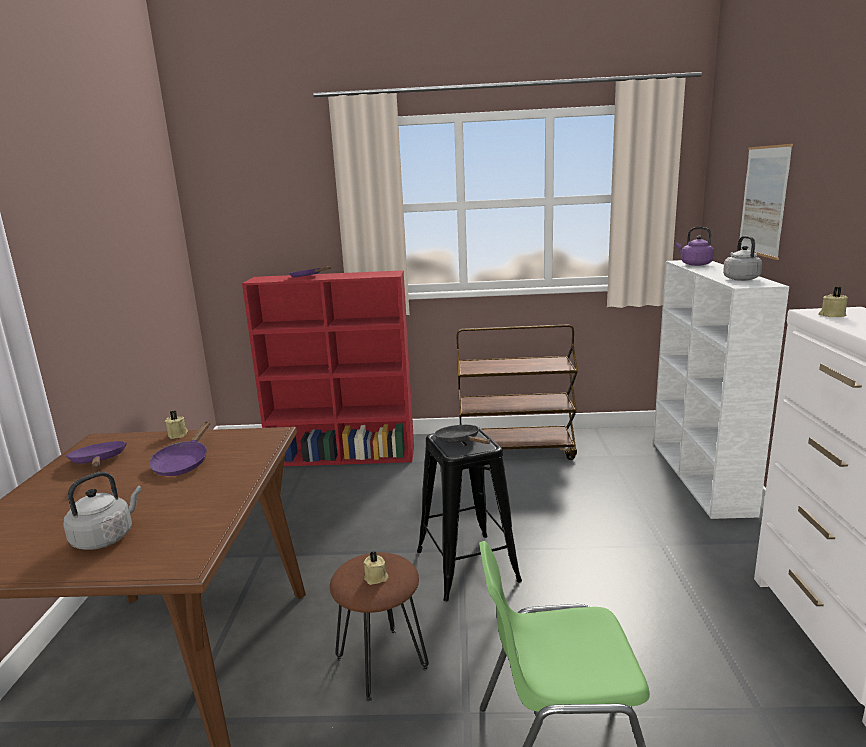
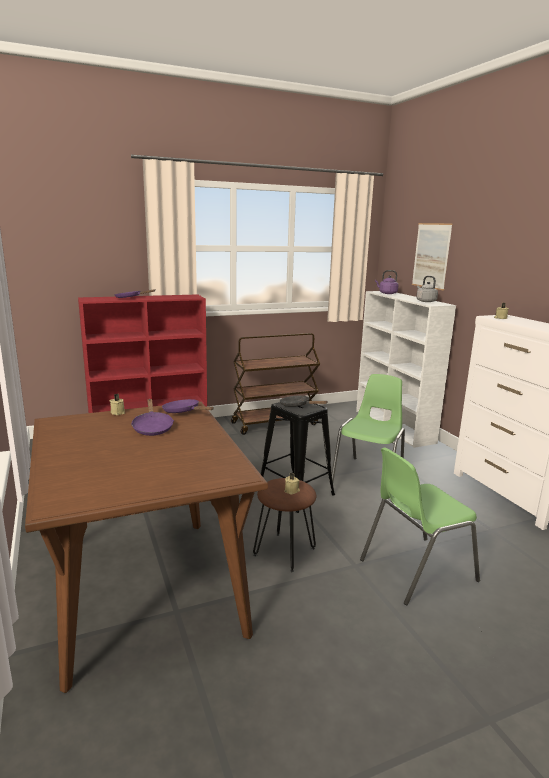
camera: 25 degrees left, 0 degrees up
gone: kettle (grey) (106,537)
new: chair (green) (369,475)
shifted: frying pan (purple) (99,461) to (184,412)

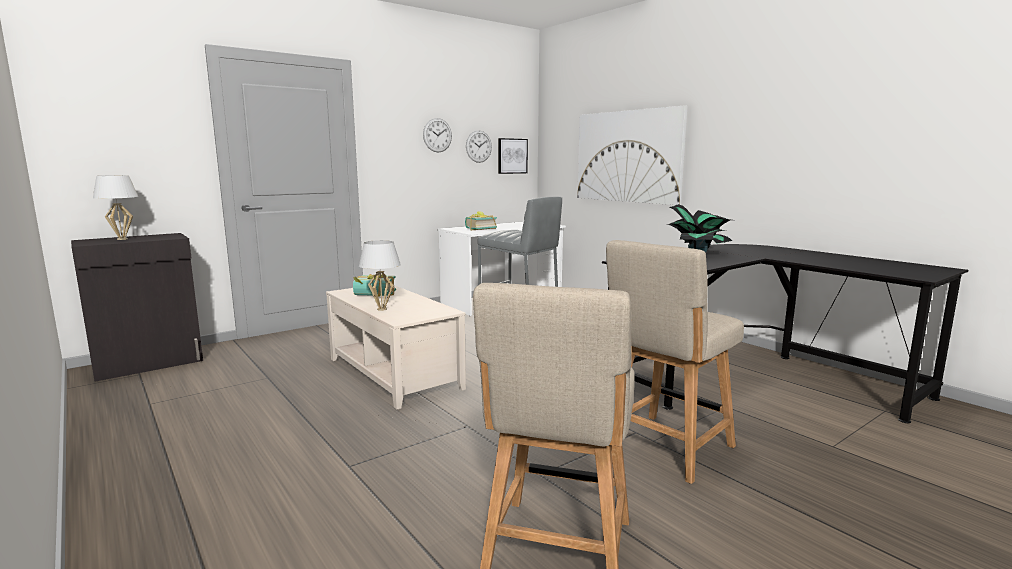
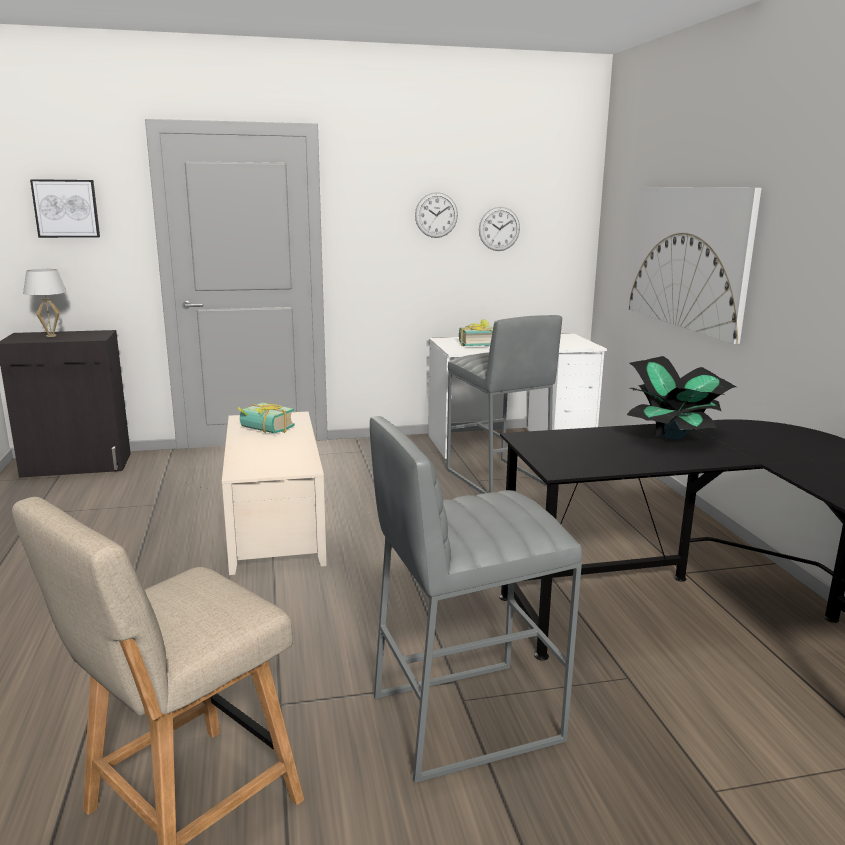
camera: 25 degrees right, 5 degrees up
gone: table lamp (white) (382,309)
shifted: picture (512,156) to (66,208)
swapped: chair (beige) (665,448) to stool (grey) (464,717)

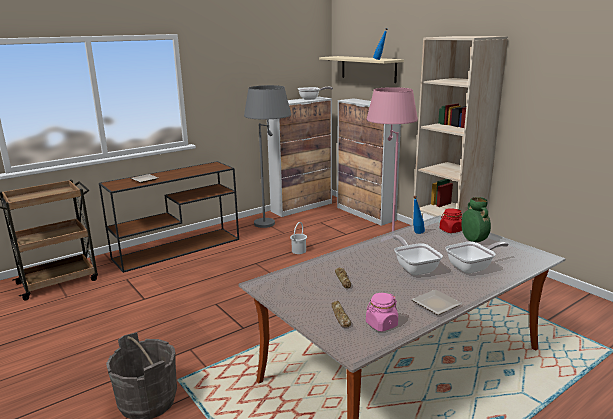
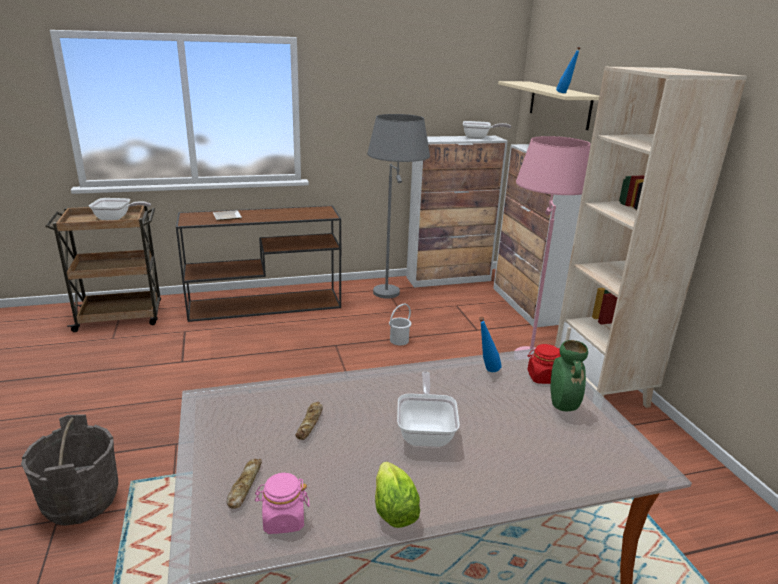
camera: 20 degrees right, 5 degrees up
shifted: frying pan (472,267) to (116,218)
swapped: plate (436,305) to lettuce (393,510)

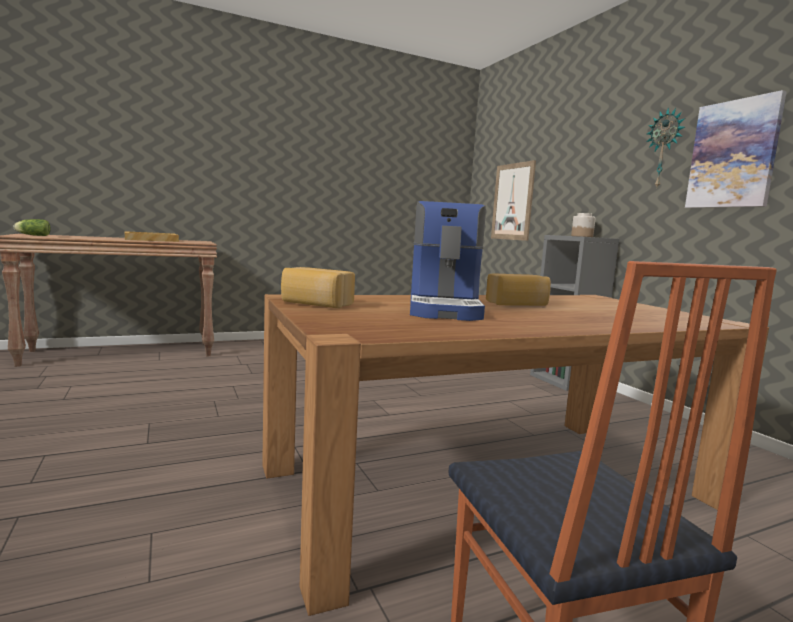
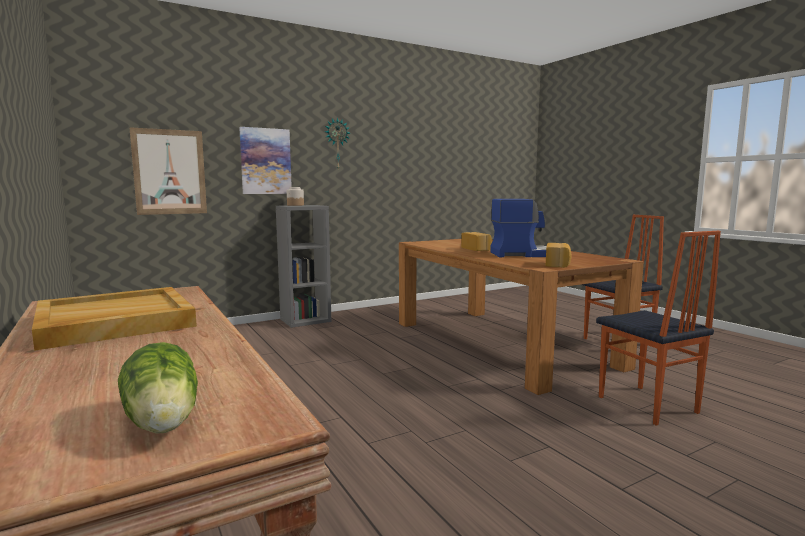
camera: 95 degrees left, 0 degrees up
new: chair (647,405)
shifted: picture (733,154) to (265,161)

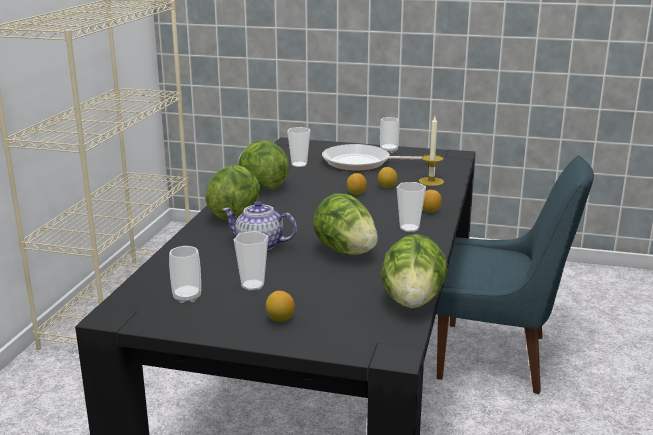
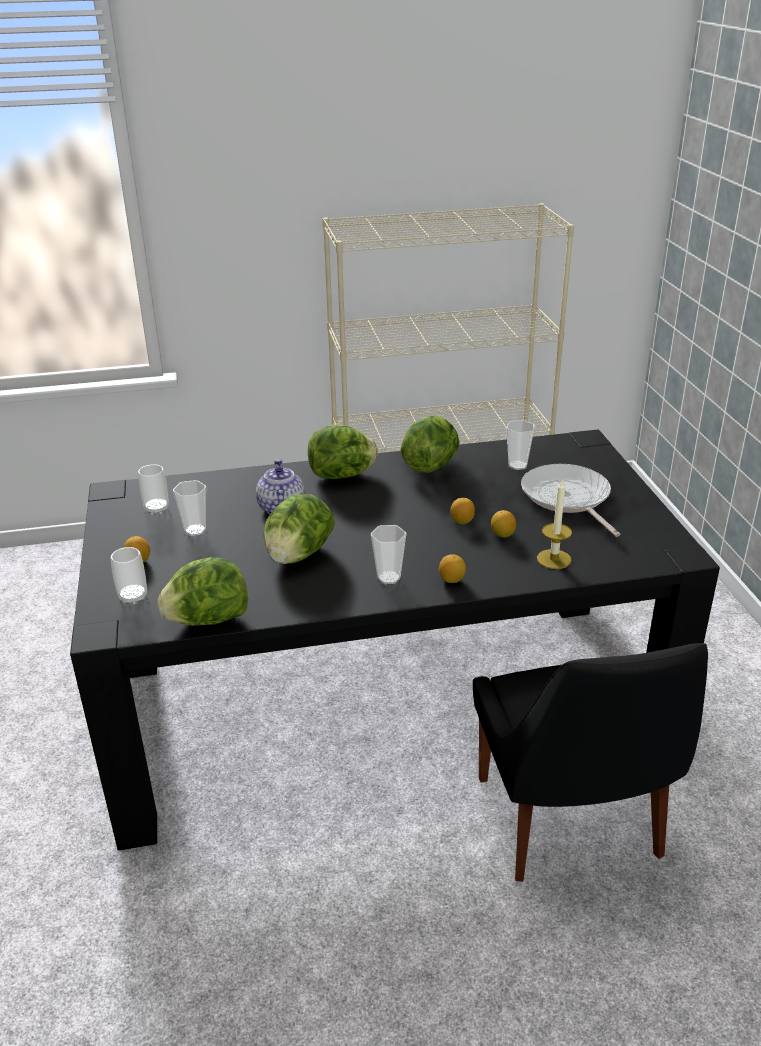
camera: 65 degrees right, 10 degrees up
shifted: cup (388,150) to (133,597)
repainted: chair (blue) (497,358) to chair (black) (570,822)

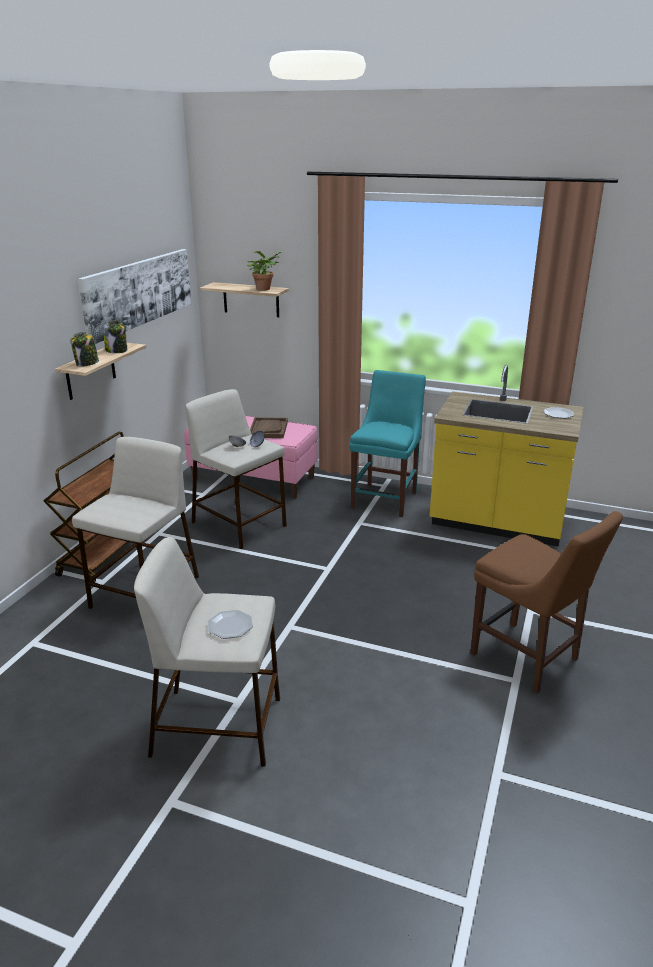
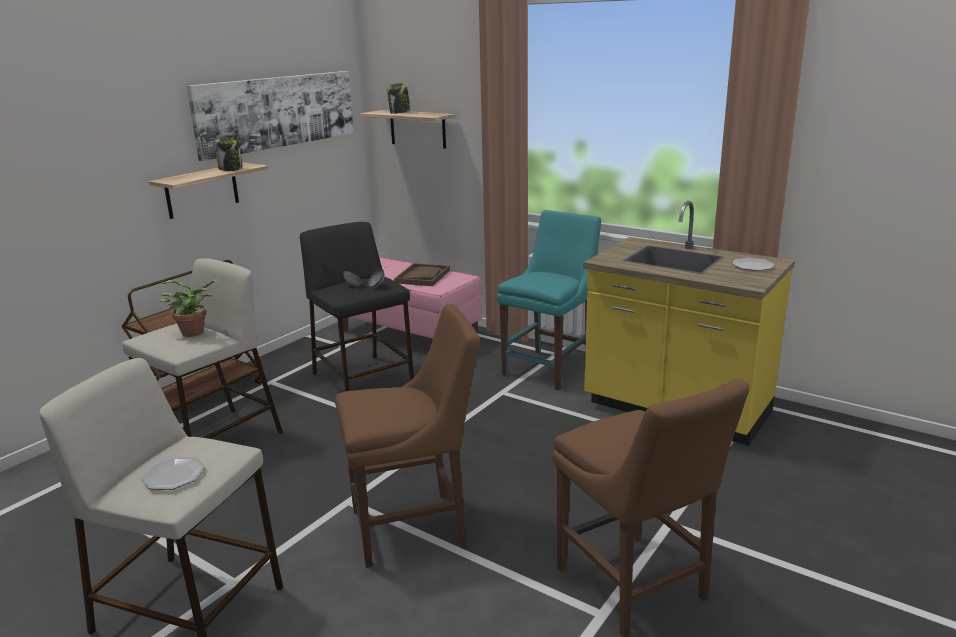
camera: 15 degrees right, 5 degrees down
new: chair (brown) (415,527)
shifted: potted plant (264,289) to (196,332); jar (87,364) to (399,113)
repainted: stool (beige) (240,524) to stool (black) (363,381)

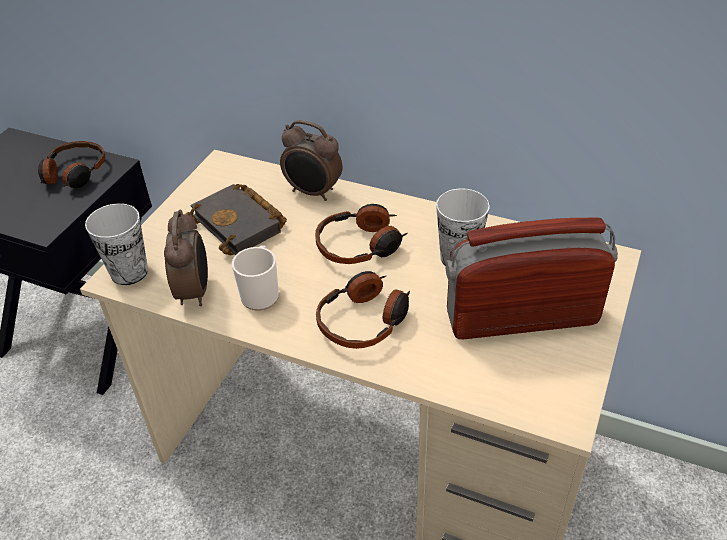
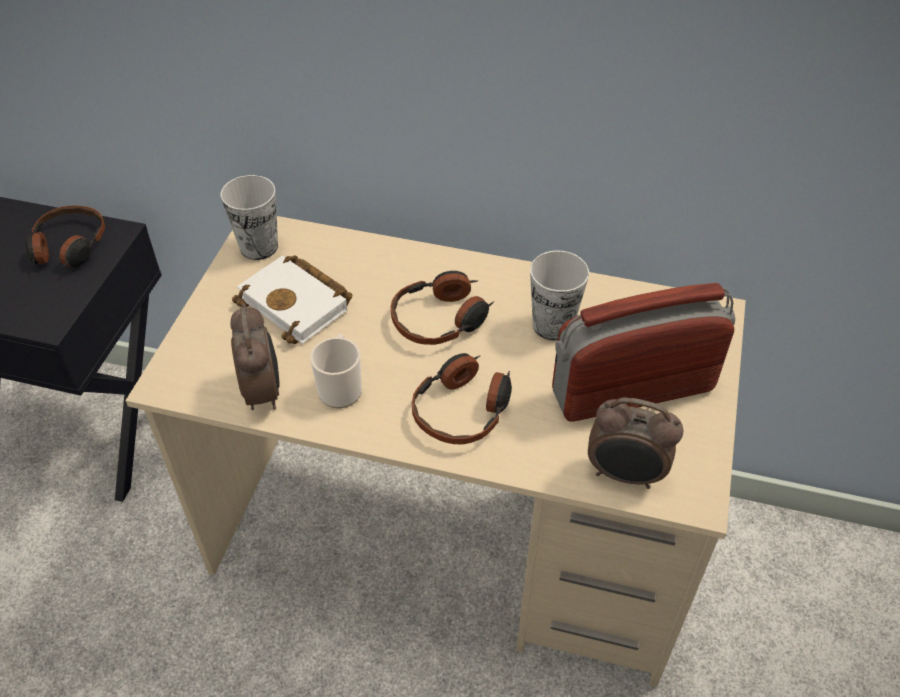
camera: 10 degrees left, 5 degrees up
shifted: alarm clock (313,193) to (625,475); cup (129,272) to (259,247)
repainted: book (black) (241,224) to book (white) (299,304)

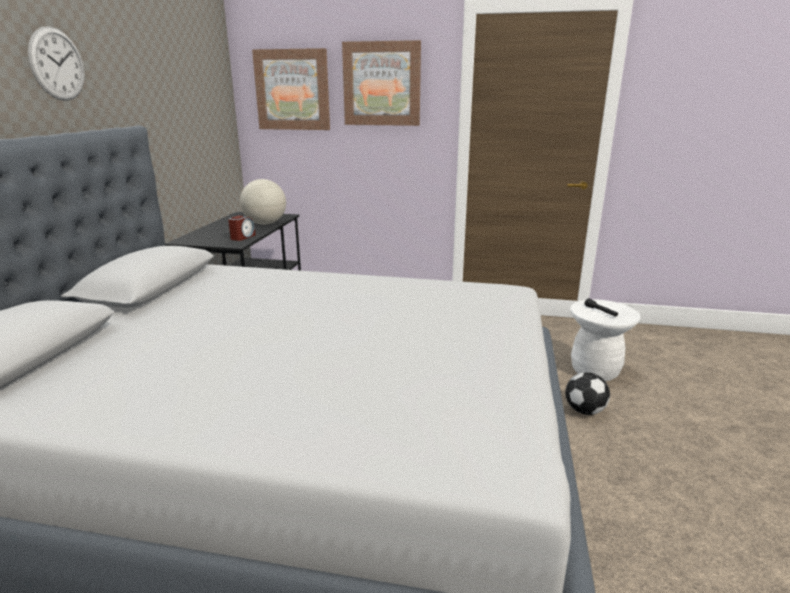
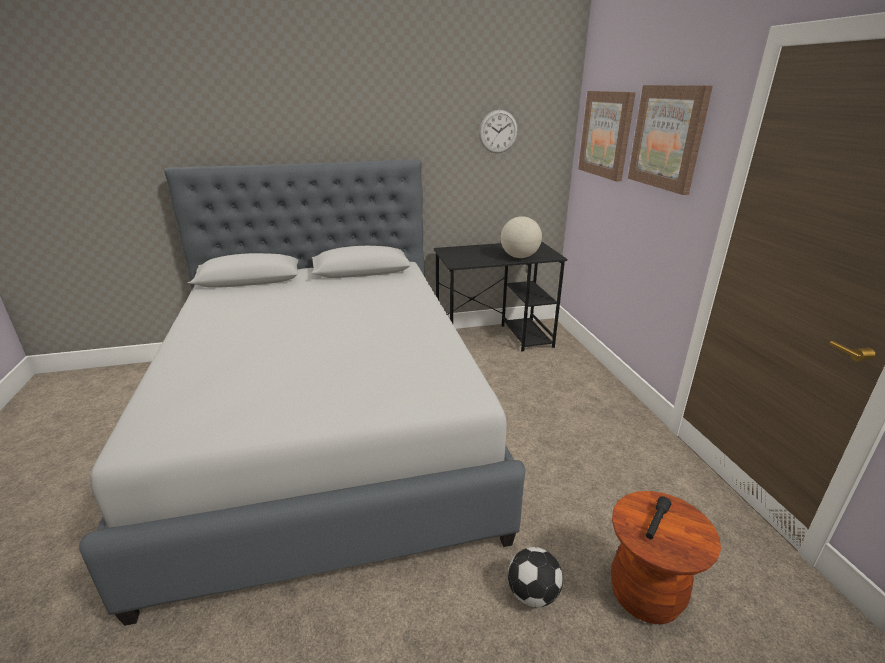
camera: 65 degrees right, 5 degrees up
gone: alarm clock (242,237)
shifted: wall clock (57,64) to (498,131)
repainted: stool (white) (594,371) to stool (brown) (645,595)

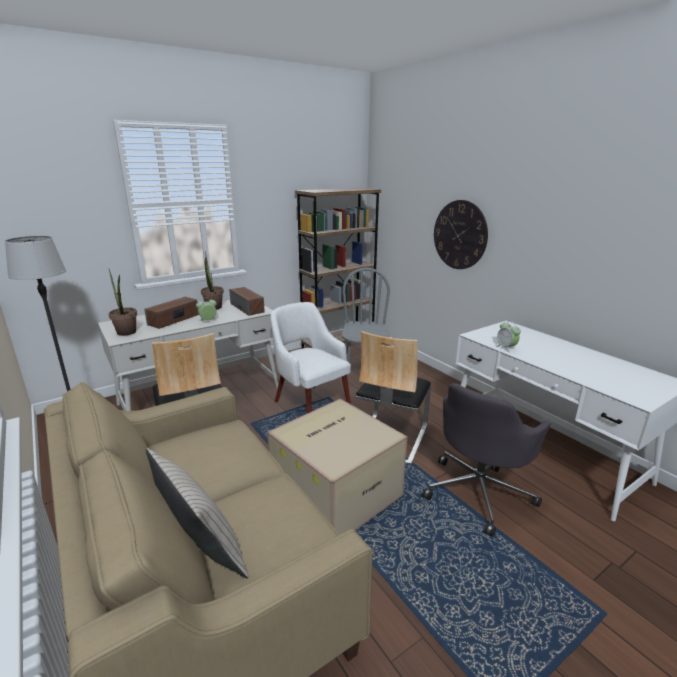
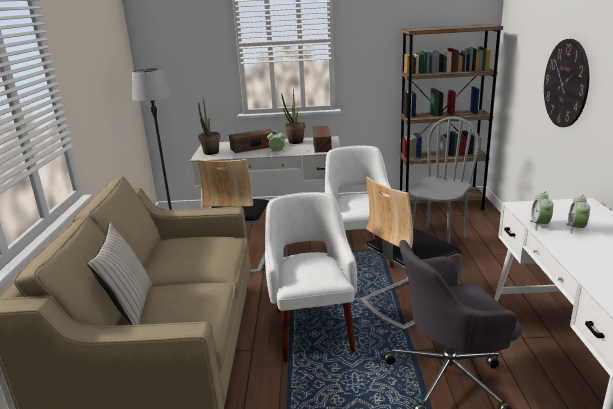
camera: 35 degrees right, 0 degrees up
new: alarm clock (576,229)
swapped: cardboard box (336,491) to armchair (white) (312,328)

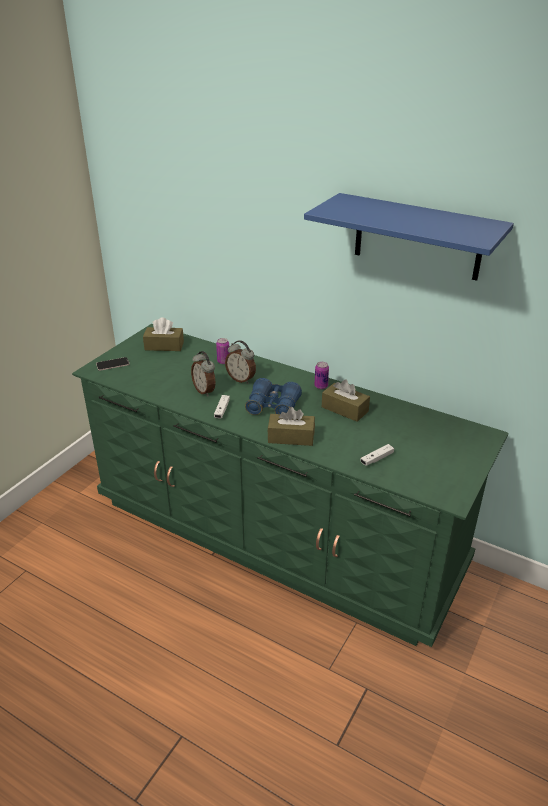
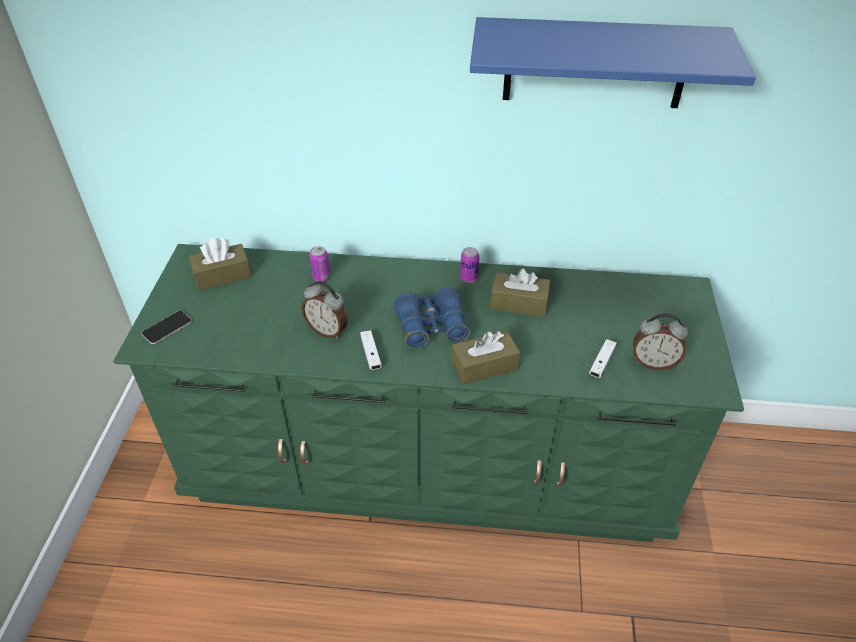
camera: 25 degrees left, 10 degrees up
shifted: alarm clock (241,379) to (653,362)

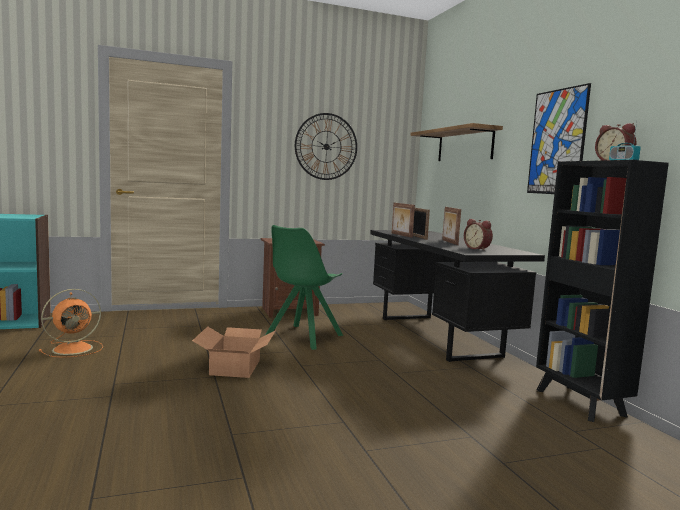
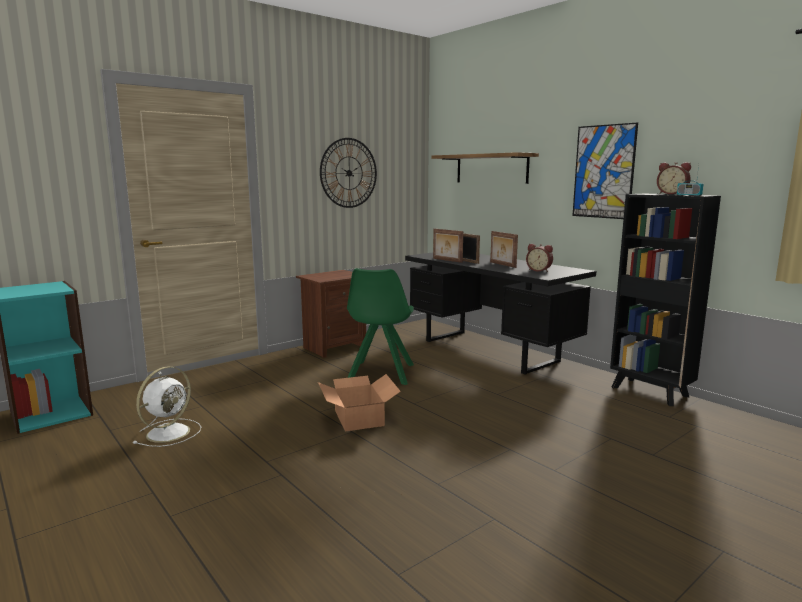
camera: 20 degrees left, 5 degrees up
repainted: fan (orange) (74,349) to fan (white) (170,432)

